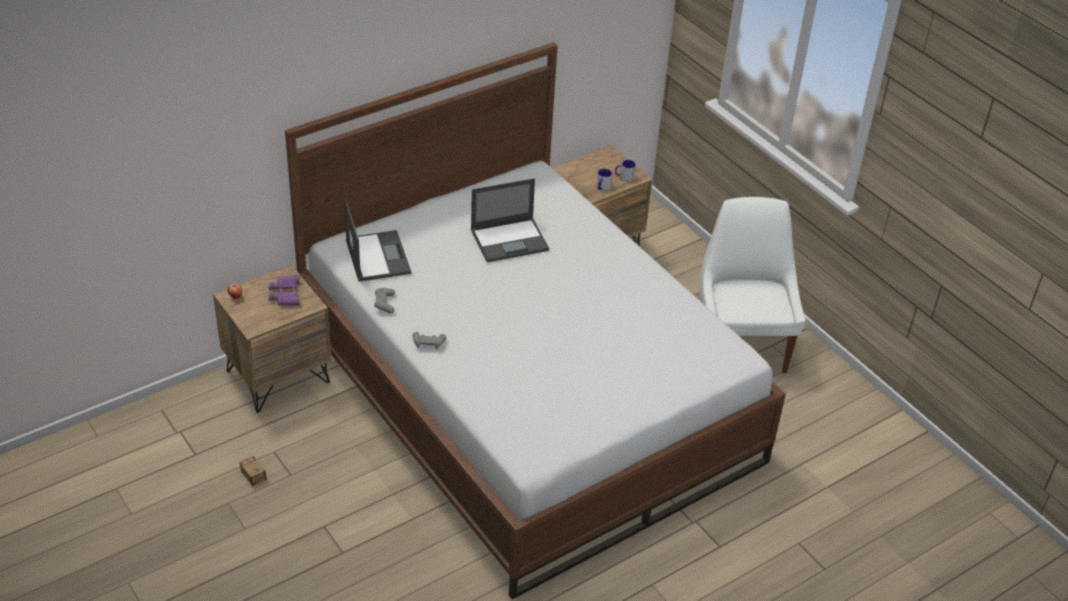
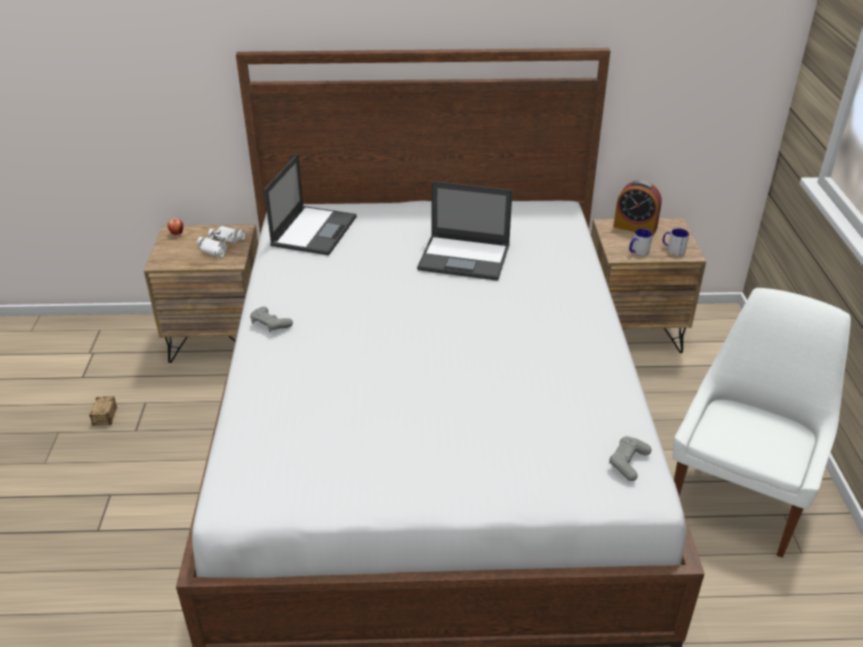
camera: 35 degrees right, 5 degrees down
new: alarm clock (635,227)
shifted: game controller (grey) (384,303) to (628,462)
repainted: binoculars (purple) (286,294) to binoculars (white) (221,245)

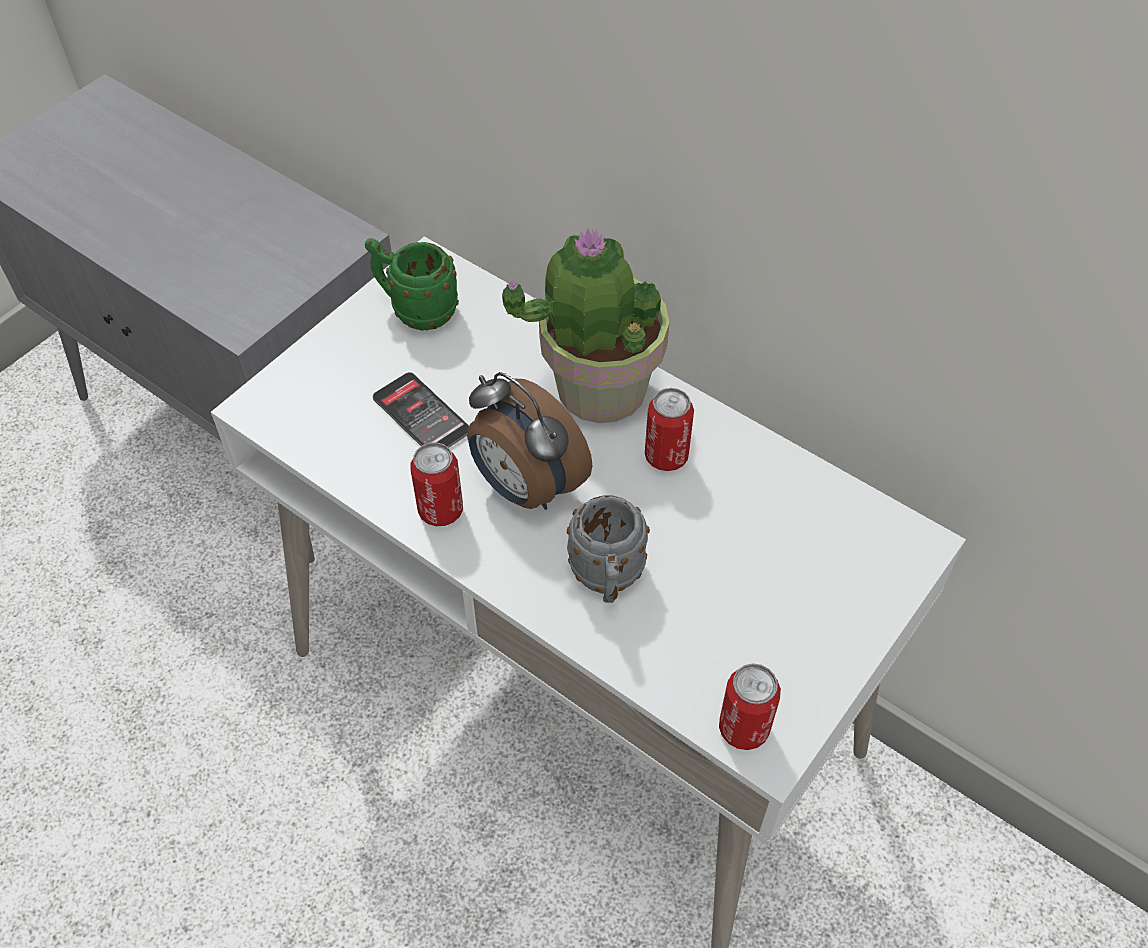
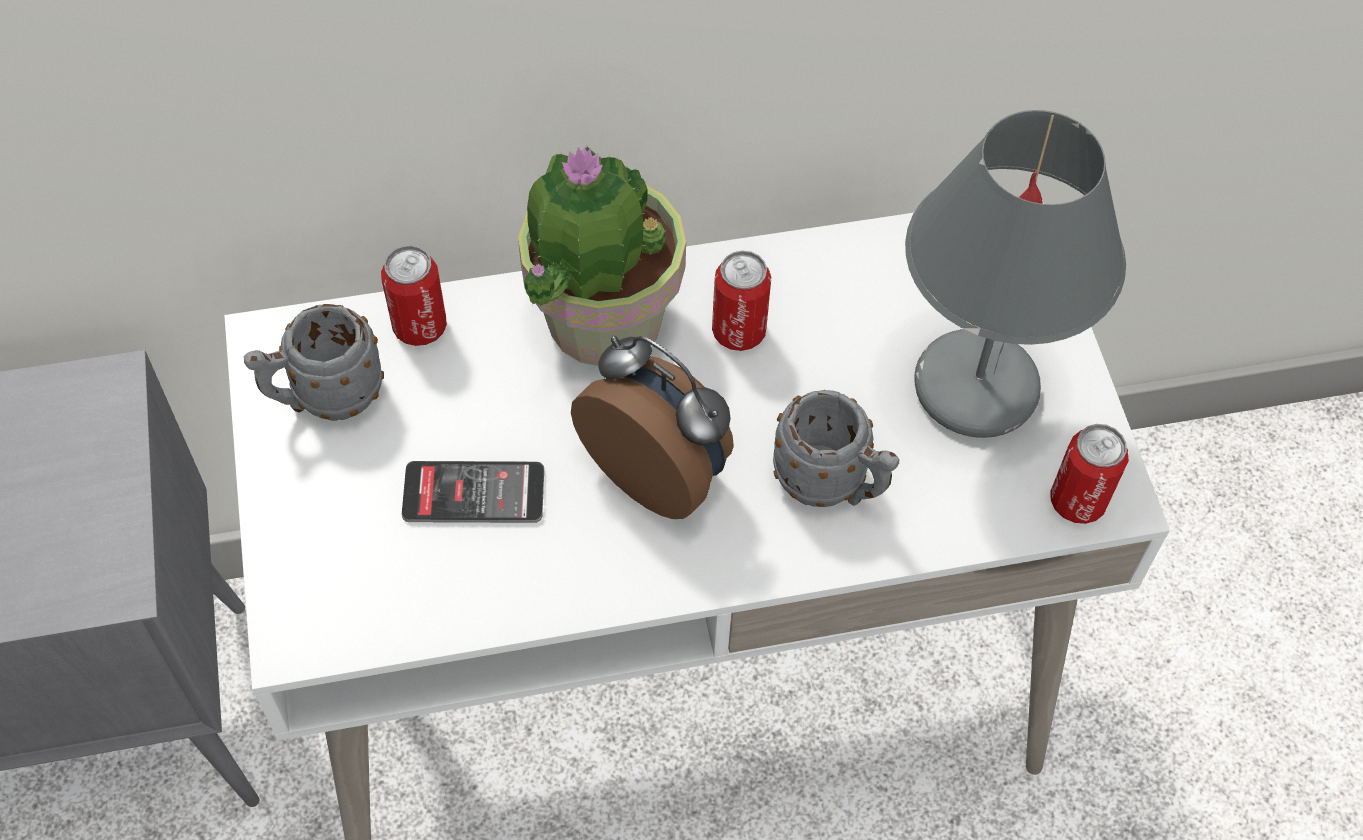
camera: 50 degrees left, 5 degrees up
new: table lamp (grey) (974,385)
shifted: can (440,510) to (420,326)
repainted: mug (green) (416,310) to mug (grey) (324,397)
rotated: alarm clock (525,487) = (659,471) 135 degrees counterclockwise

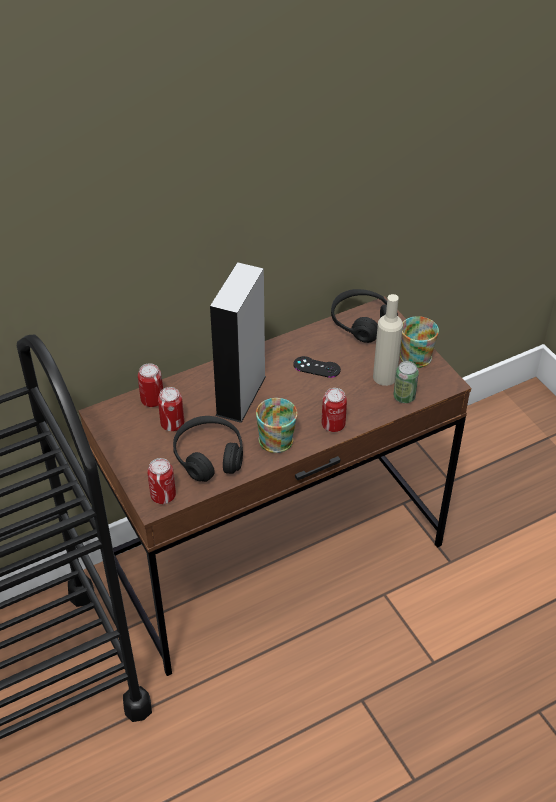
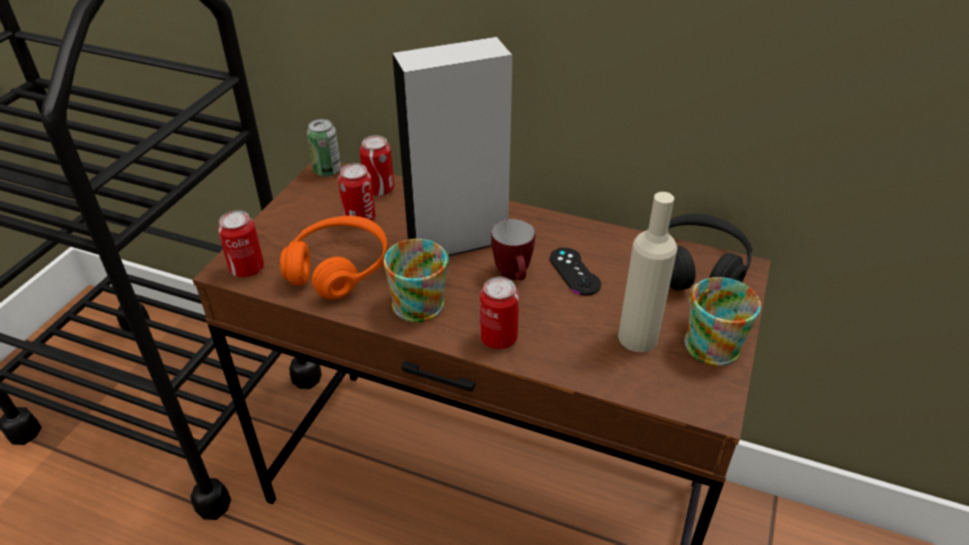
camera: 50 degrees right, 5 degrees down
new: mug (514,277)
shifted: can (404,397) to (327,171)
repainted: headphones (black) (209,456) to headphones (orange) (339,268)

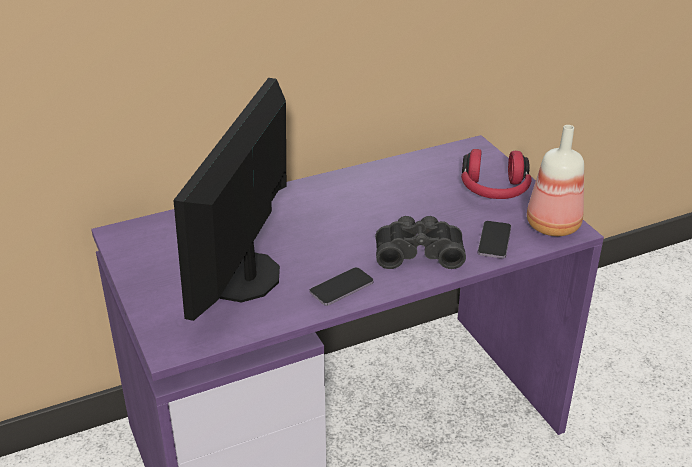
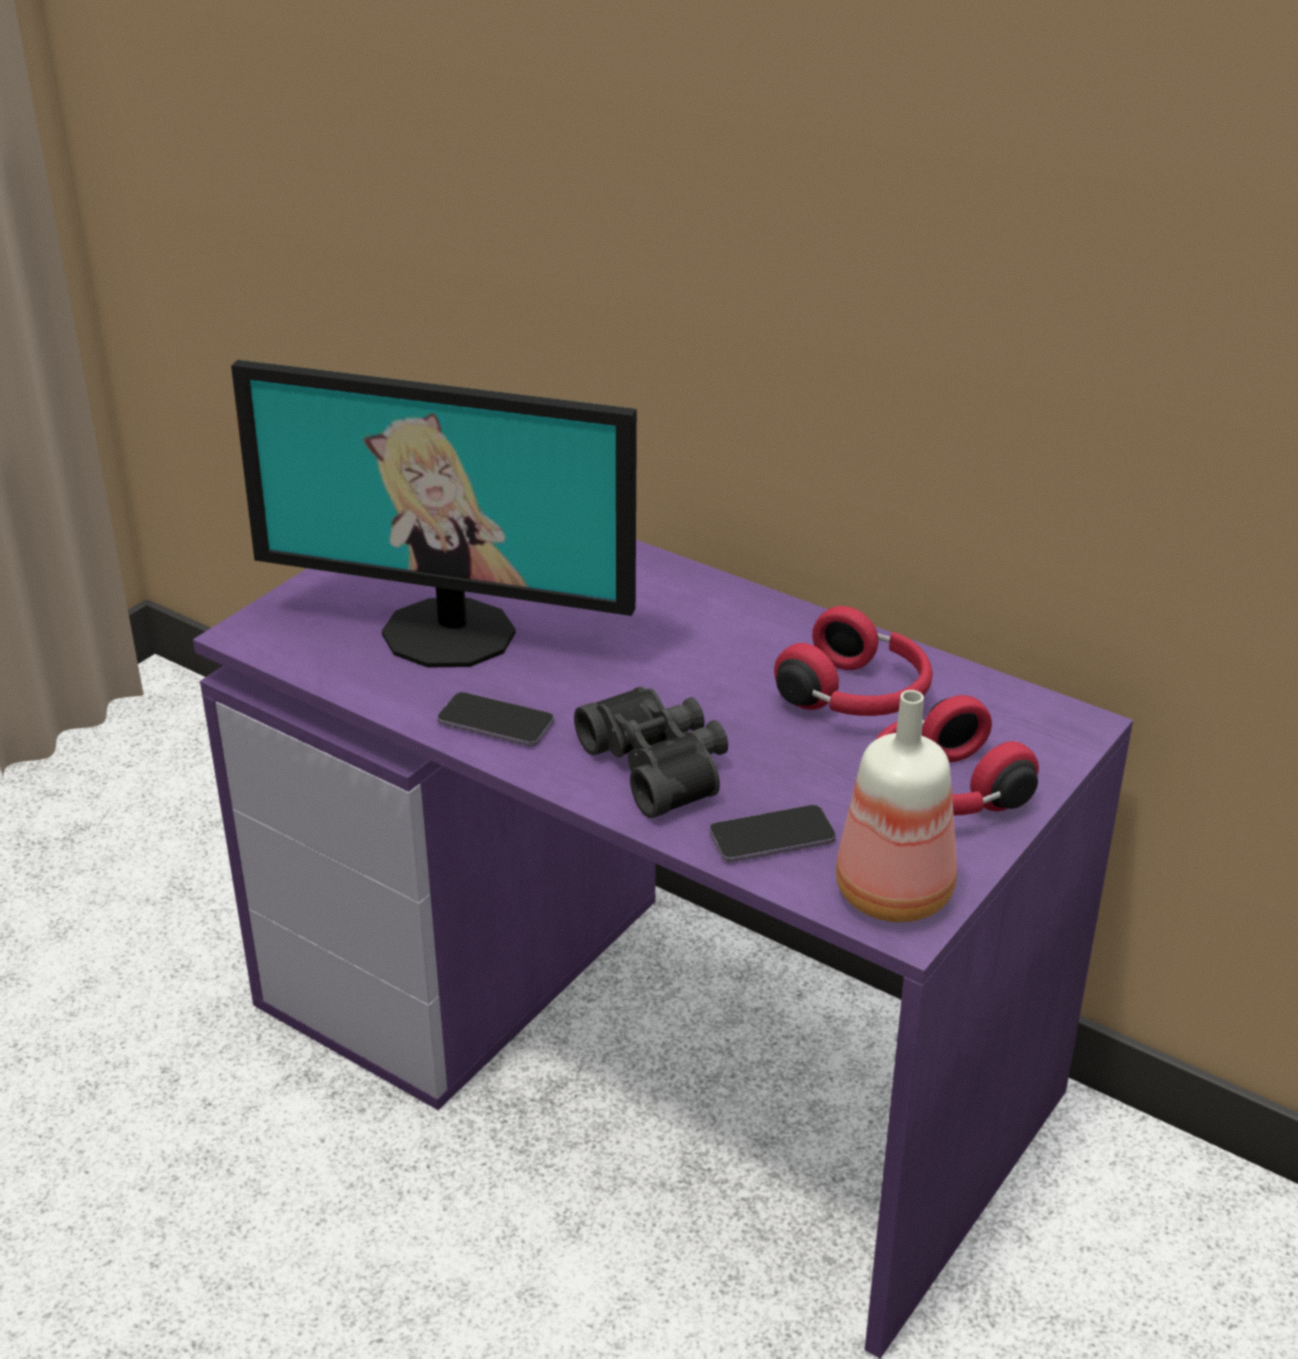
camera: 60 degrees right, 0 degrees up
new: headphones (red) (857,696)
rotated: monitor (246,277) = (450,632) 150 degrees counterclockwise

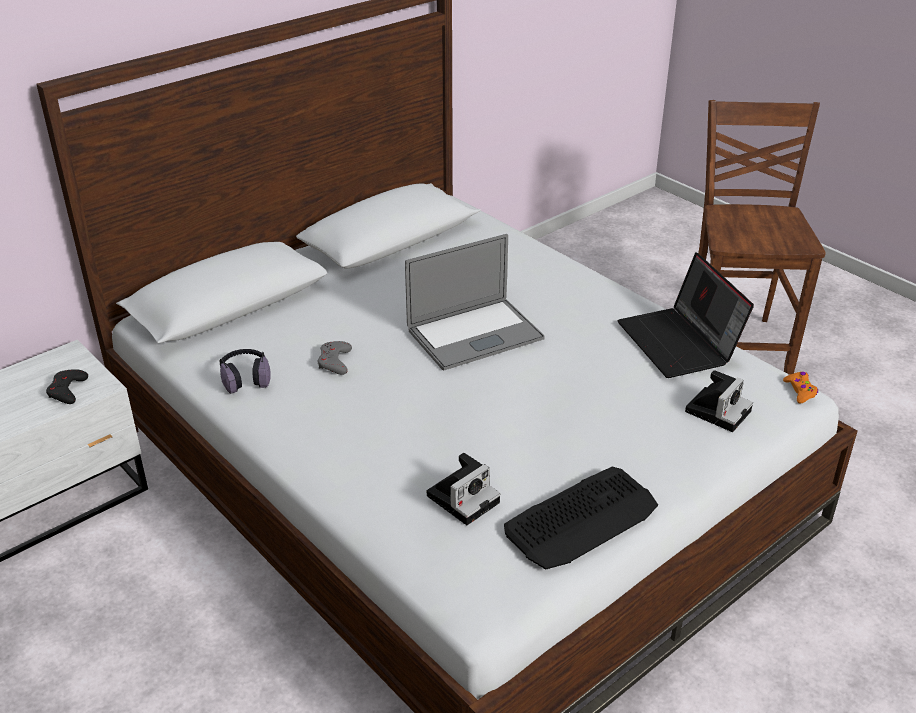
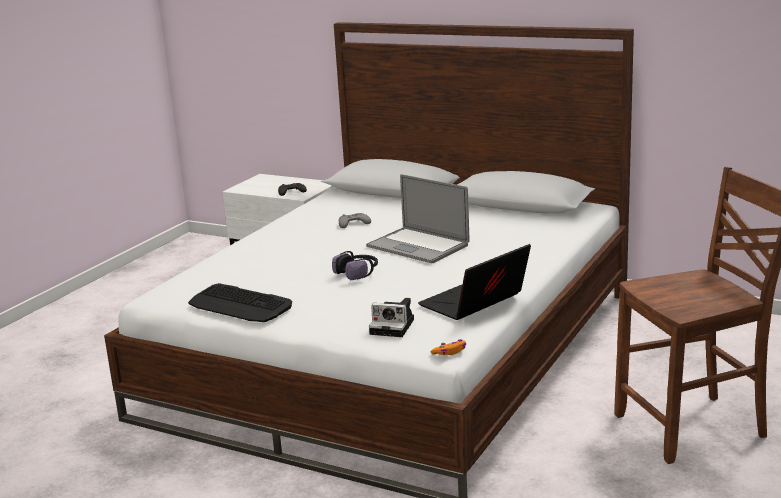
camera: 70 degrees right, 15 degrees down
gone: photo camera (464,497)
shifted: headphones (245,377) to (357,273)

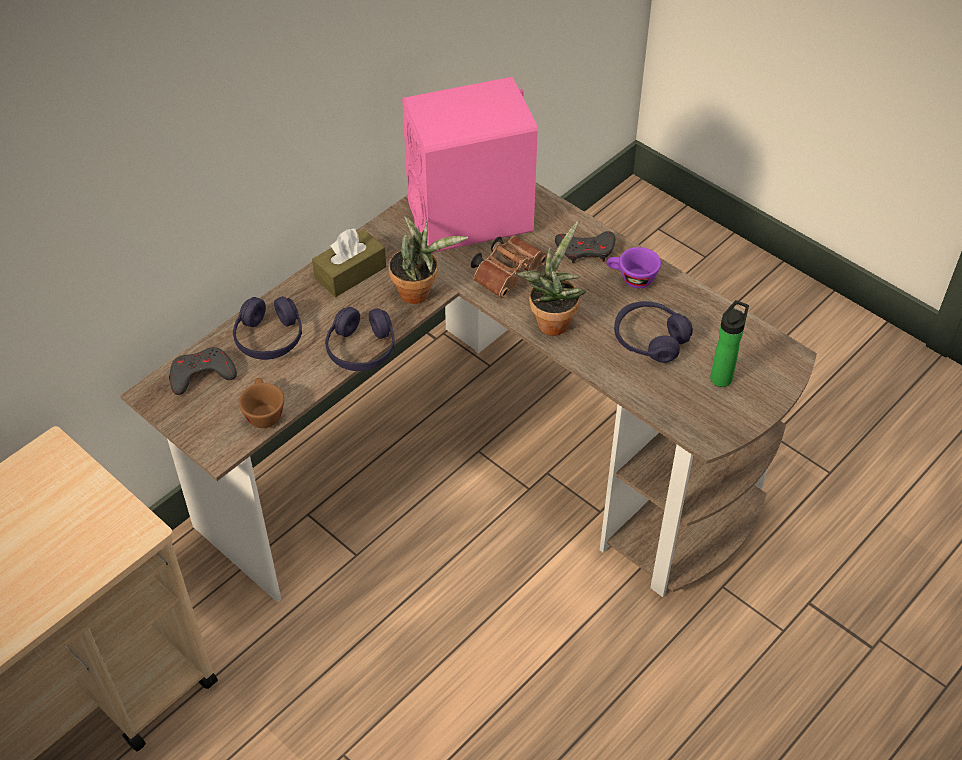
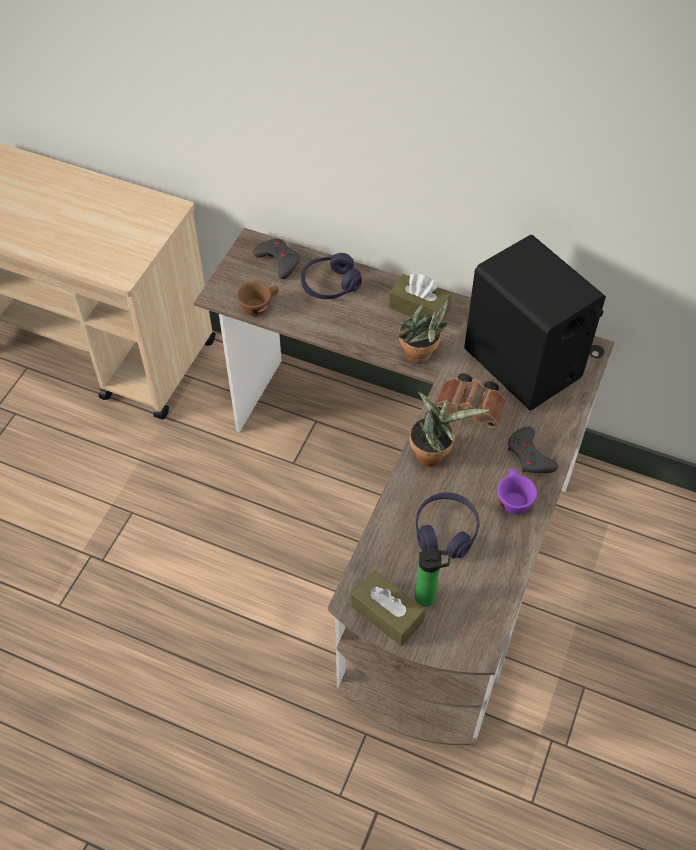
camera: 70 degrees right, 5 degrees up
gone: headphones (purple) (361,349)
new: tissue box (brown) (387,614)
repainted: speaker (pink) (471,218) to speaker (black) (523,364)

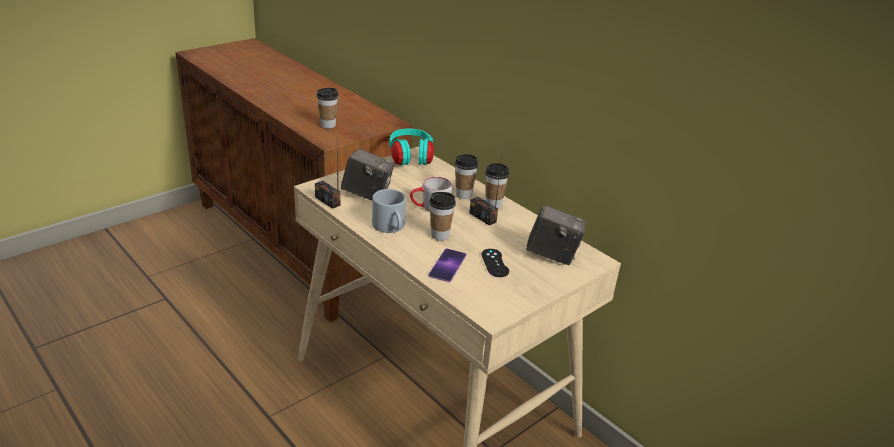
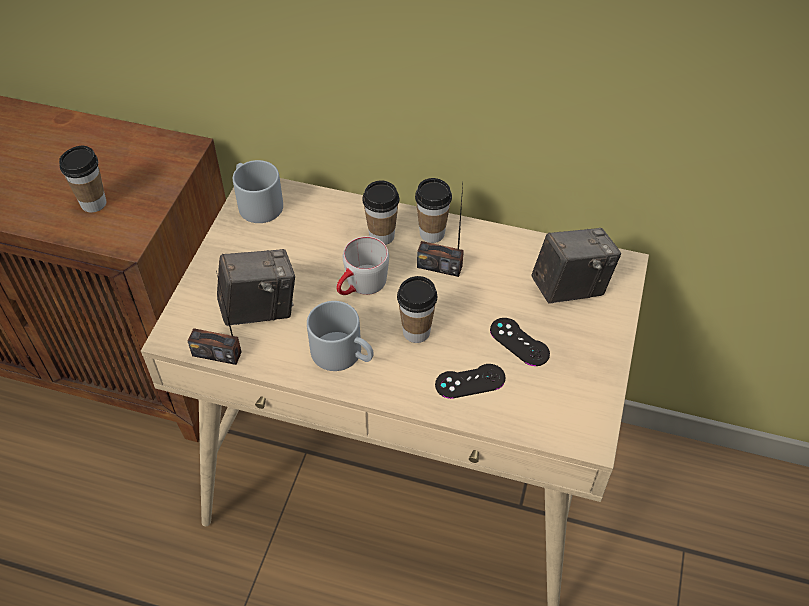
camera: 30 degrees left, 20 degrees up
swapped: headphones (turquoise) (410,159) to mug (grey) (256,203); phone (447,265) to game controller (black) (470,381)

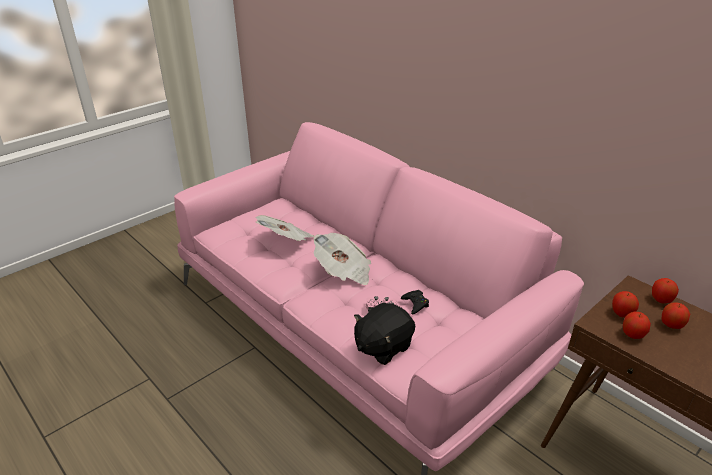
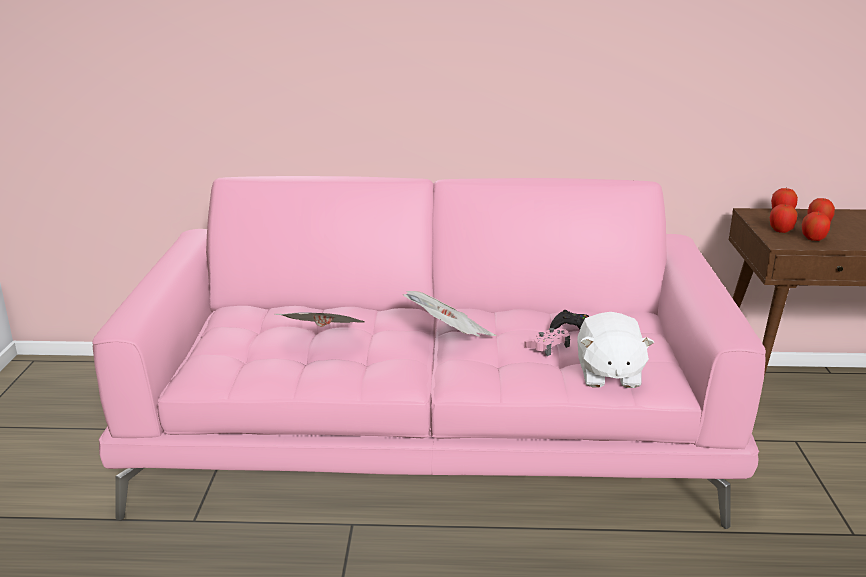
camera: 45 degrees left, 10 degrees down
repainted: plush toy (black) (382,346) to plush toy (white) (608,375)

